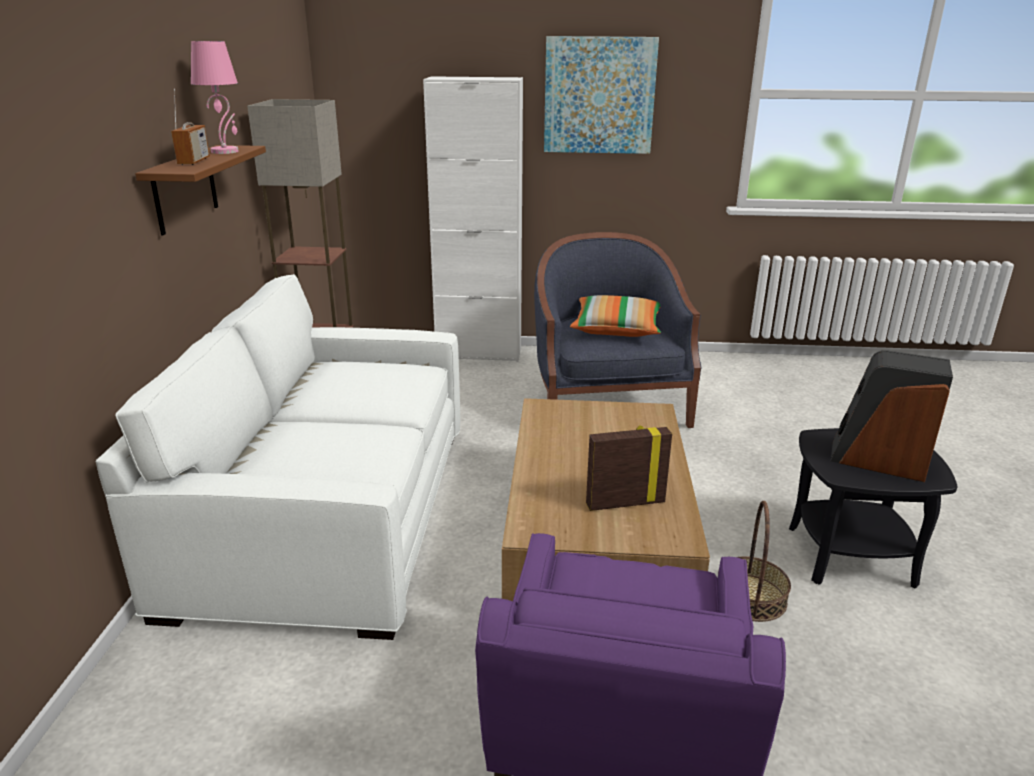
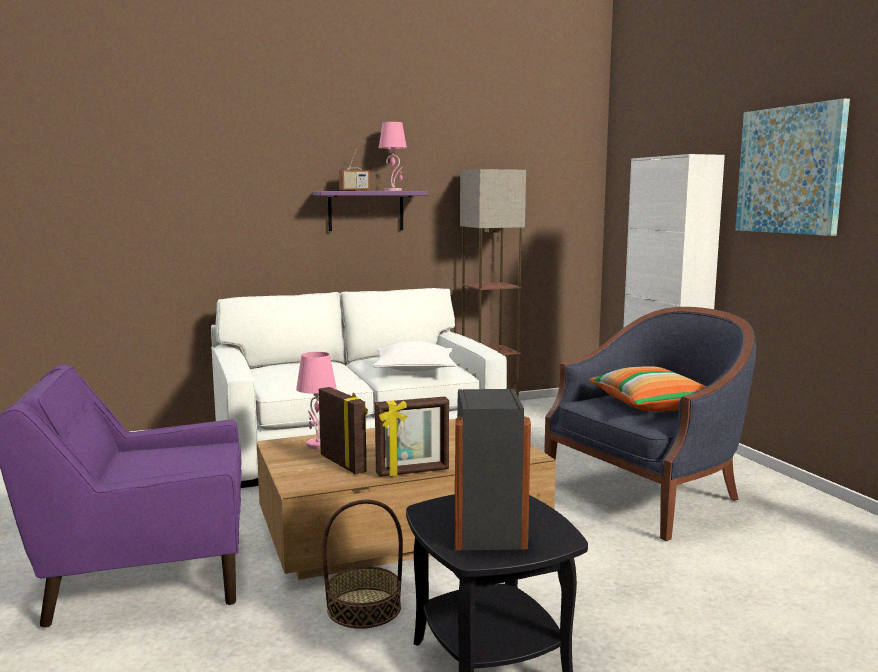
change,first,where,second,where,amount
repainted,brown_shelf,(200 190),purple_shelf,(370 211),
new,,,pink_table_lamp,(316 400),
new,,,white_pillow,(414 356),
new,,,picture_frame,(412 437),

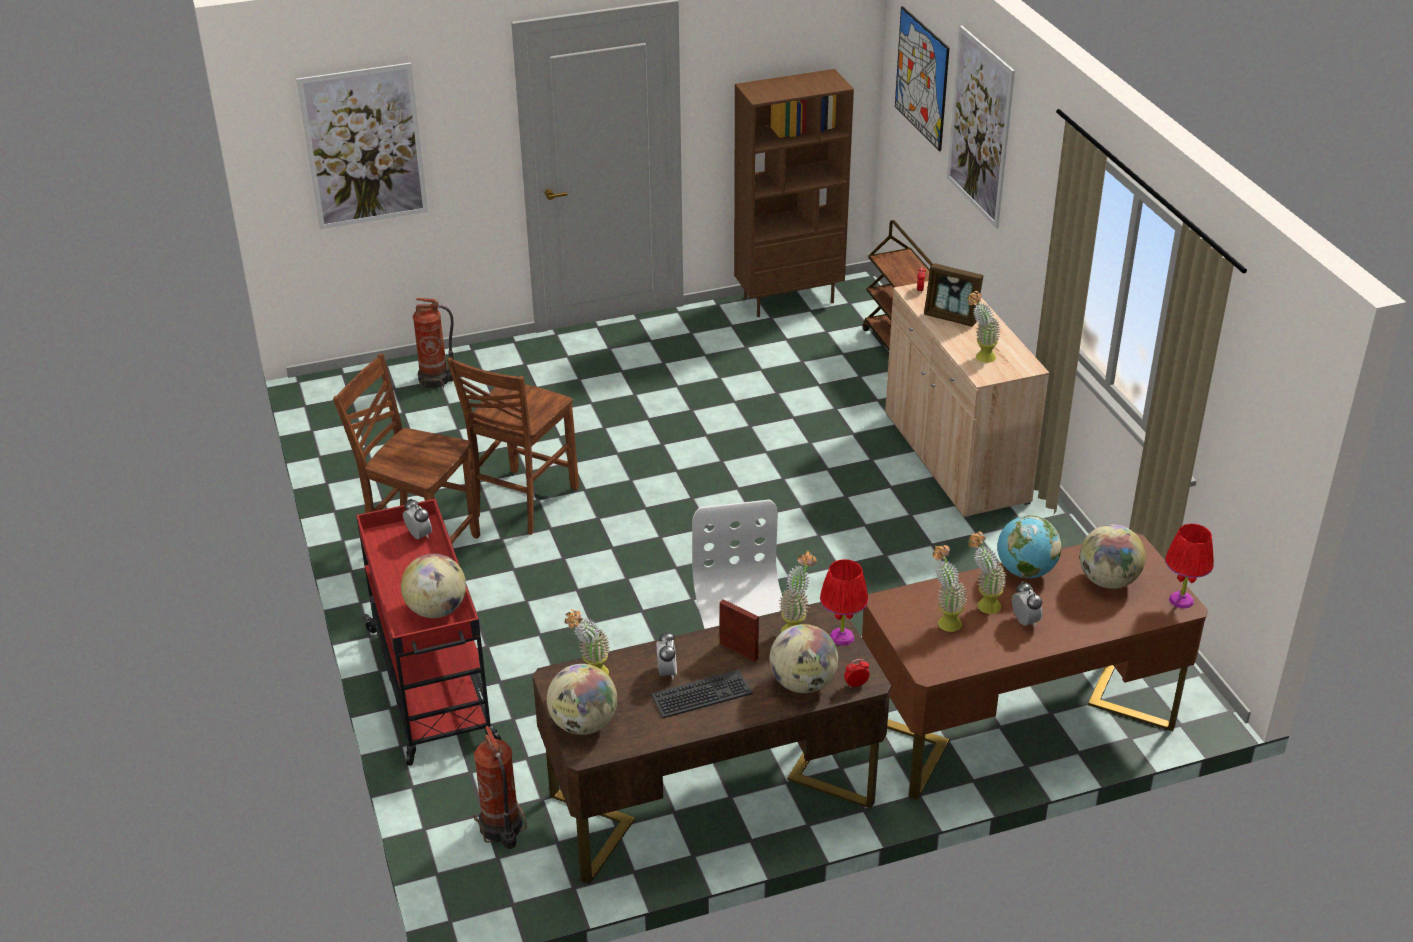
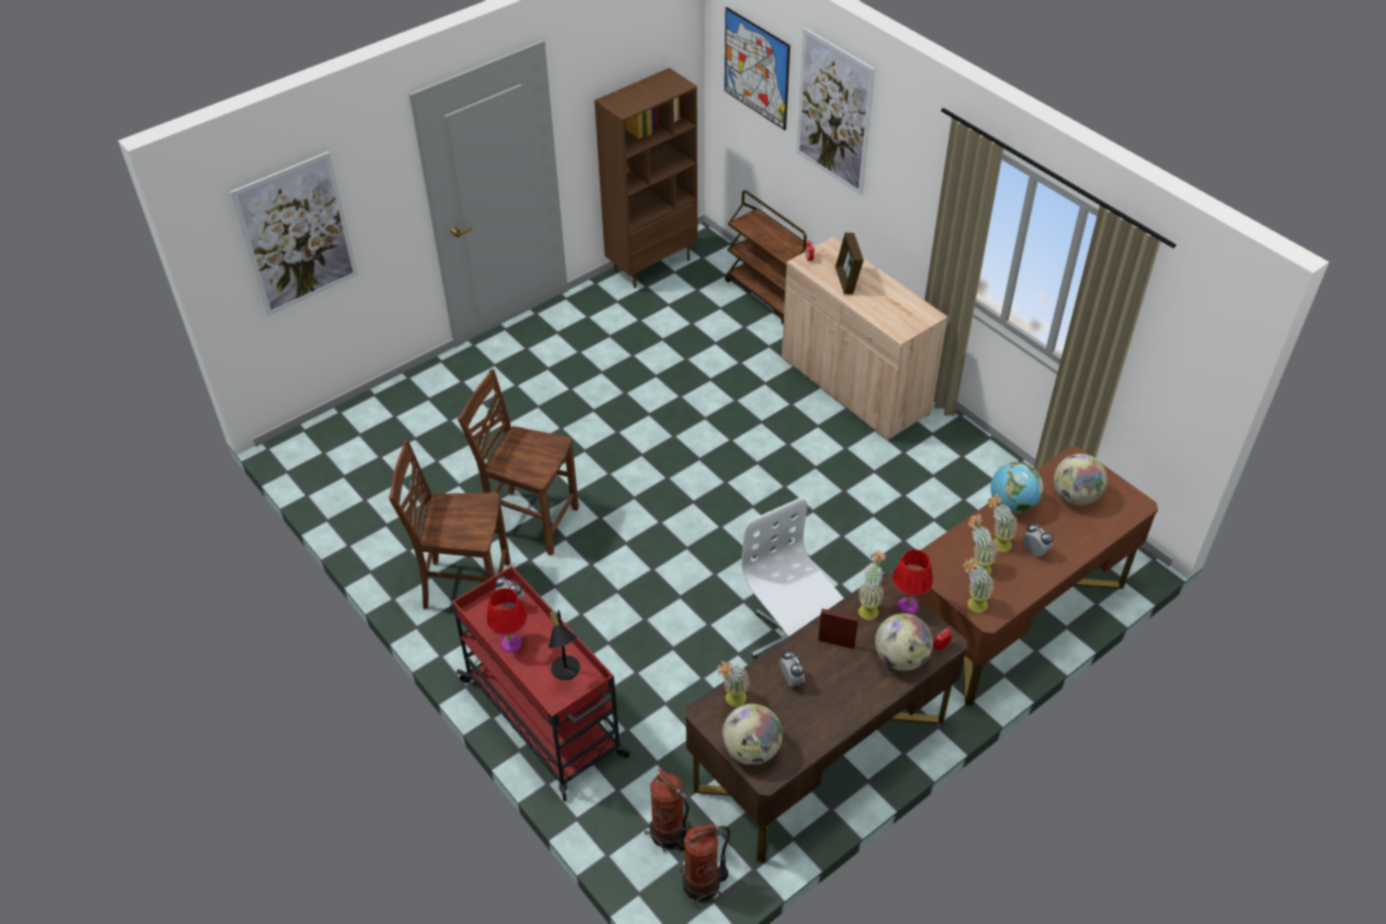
change,first,where,second,where,amount
swapped,globe,(433 586),black_table_lamp,(564 644),
shifted,fire_extinguisher,(433 343),,(705 864),
rotated,brown_chair,(513 446),,(518 462),105 degrees clockwise
gone,keyboard,(702 694),,,
rotated,picture_frame,(953 295),,(849 264),75 degrees clockwise
shifted,potted_plant,(984 327),,(978 584),
shifted,red_table_lamp,(1189 566),,(506 620),

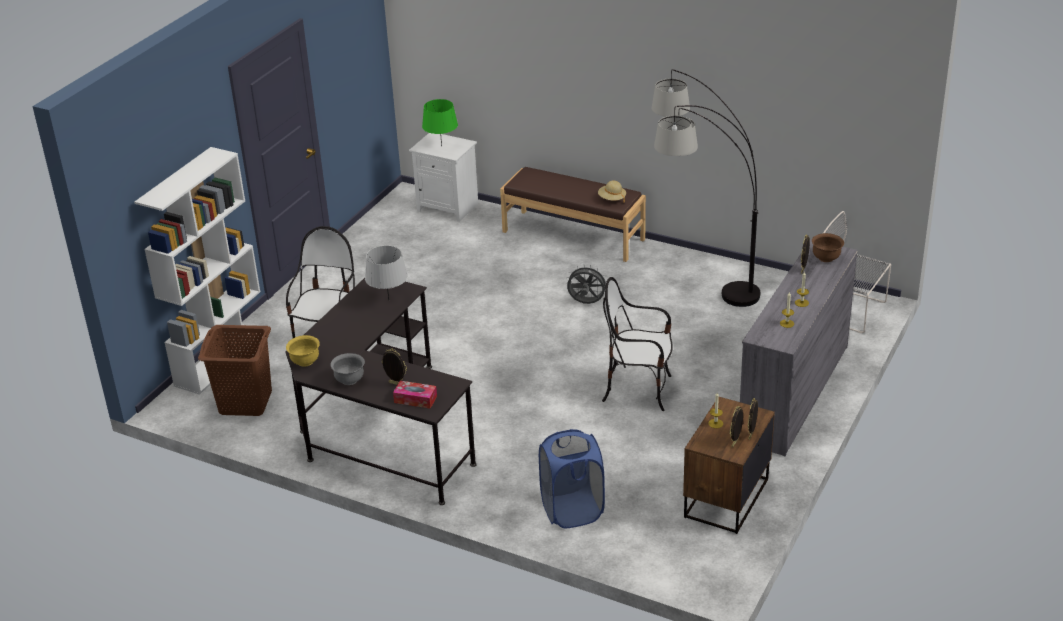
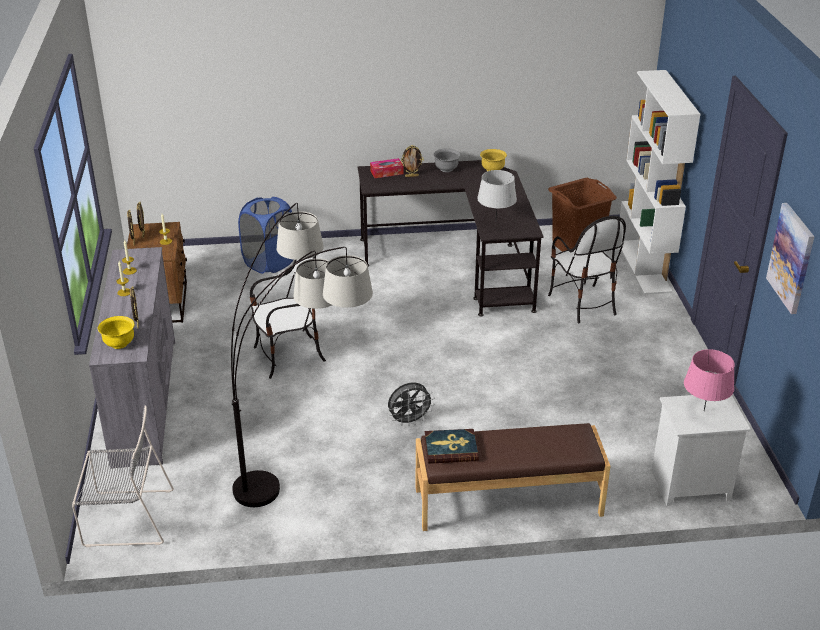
change,first,where,second,where,amount
repainted,green_table_lamp,(440 123),pink_table_lamp,(709 380),
swapped,beige_hat,(612 191),book,(451 446),
repainted,brown_bowl,(828 247),yellow_bowl,(116 332),
new,,,picture,(790 258),

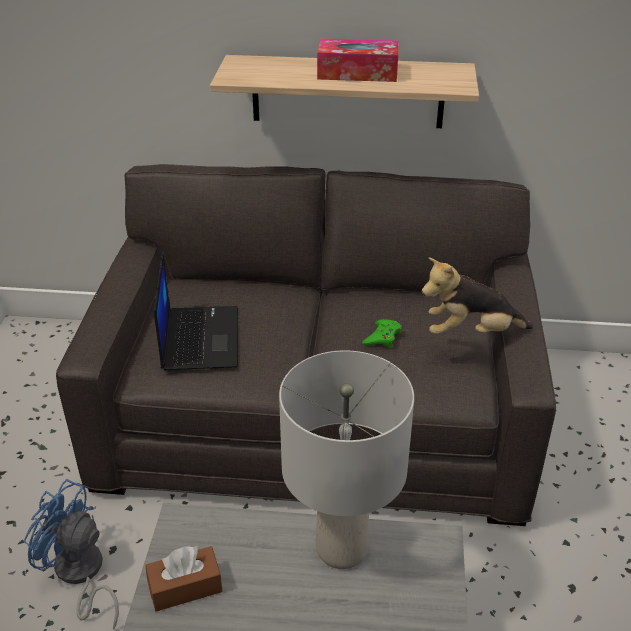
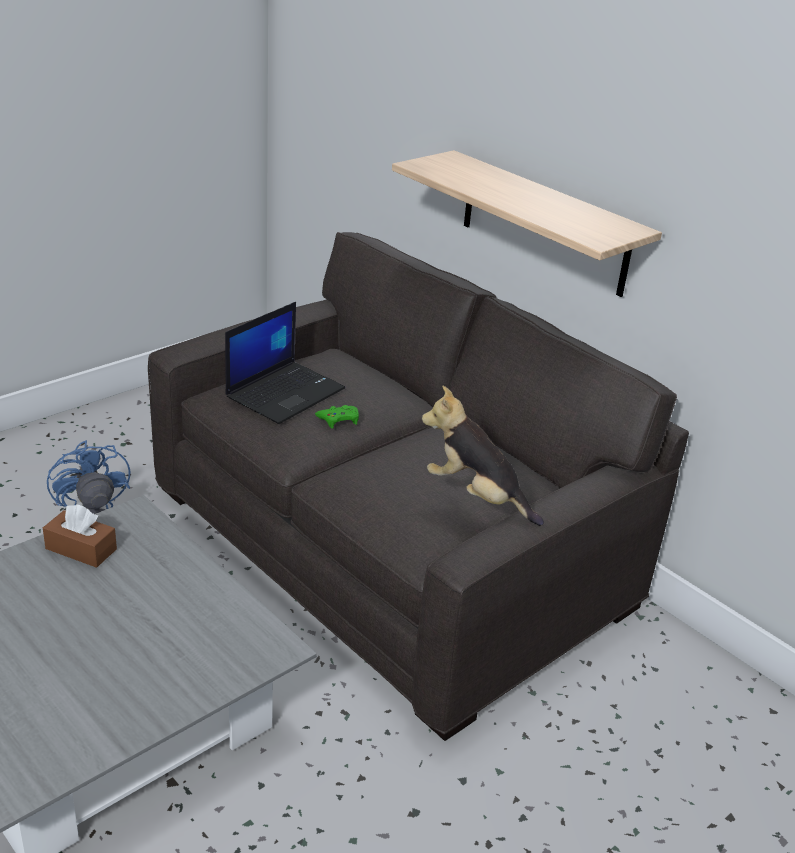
change,first,where,second,where,amount
gone,grey_table_lamp,(346 459),,,
gone,tissue_box,(357 60),,,
shifted,green_game_controller,(382 333),,(337 416),

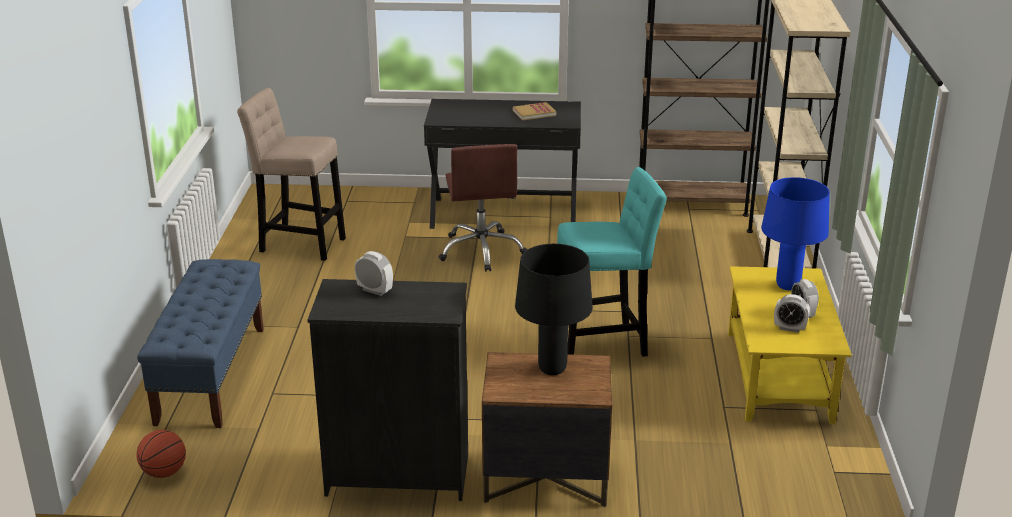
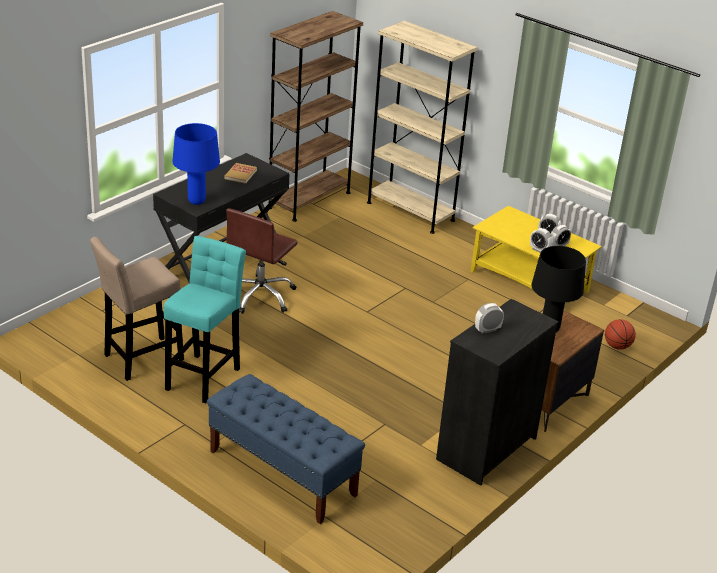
change,first,where,second,where,amount
shifted,basketball,(161 454),,(620 334),
rotated,brown_office_chair,(483 208),,(262 261),90 degrees clockwise
shifted,turquoise_stool,(612 262),,(204 319),
shifted,blue_table_lamp,(795 233),,(196 164),
new,,,alarm_clock,(541 240),

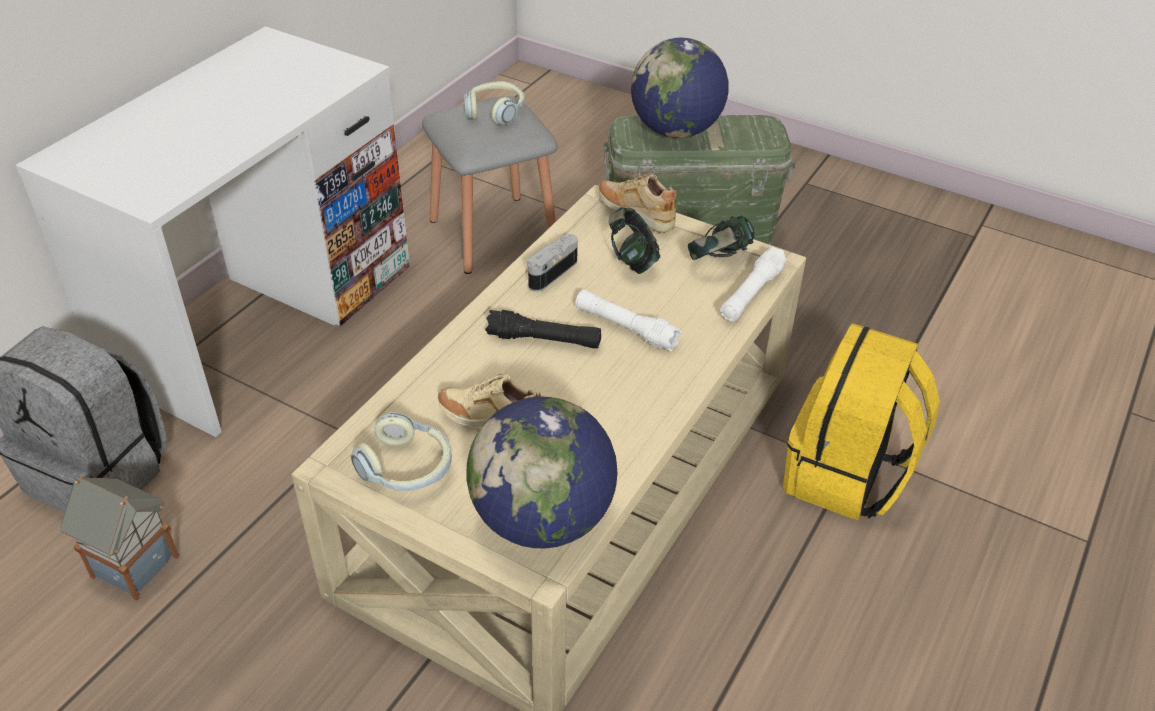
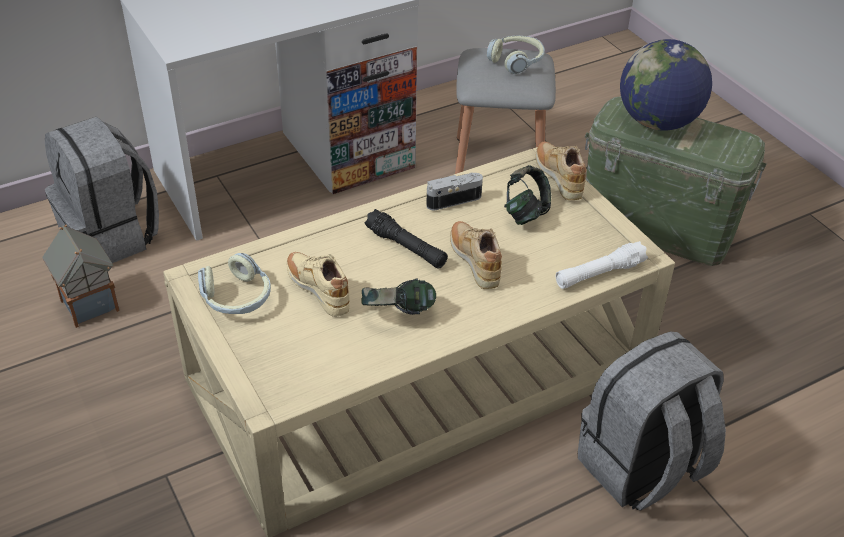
change,first,where,second,where,amount
gone,globe,(542 472),,,
swapped,white_flashlight,(628 320),beige_shoe,(476 255),
shifted,headphones,(721 238),,(398 297),
repainted,yellow_backpack,(861 422),grey_backpack,(652 420),

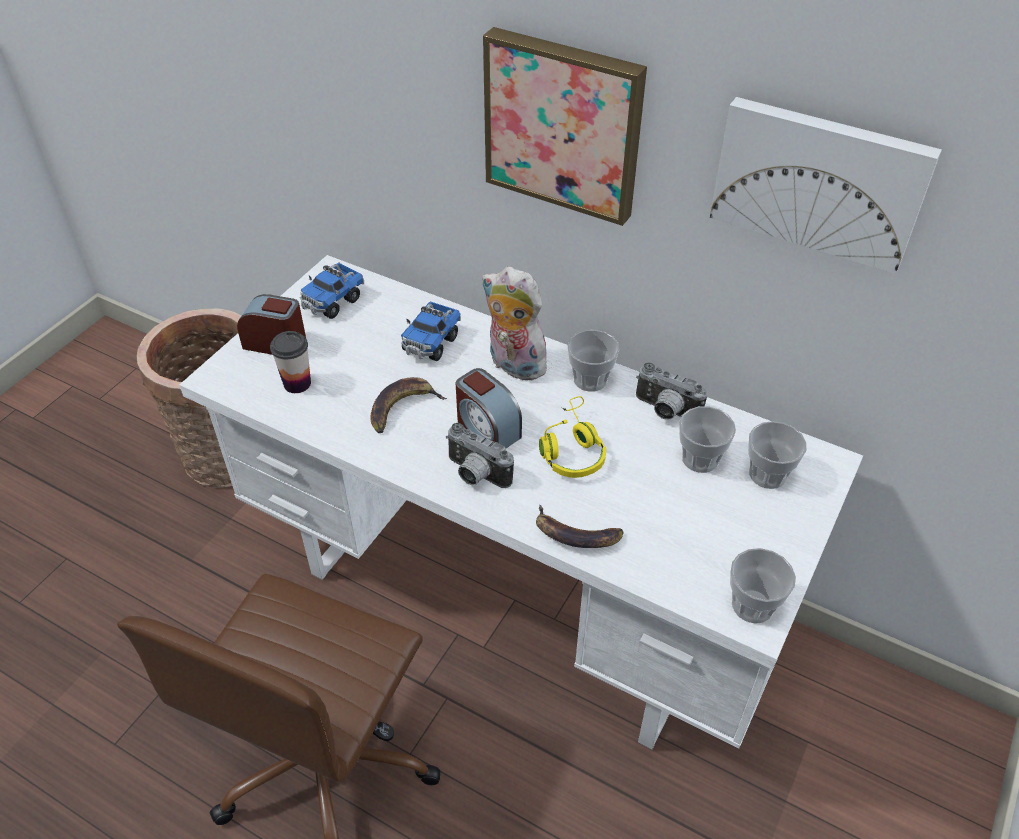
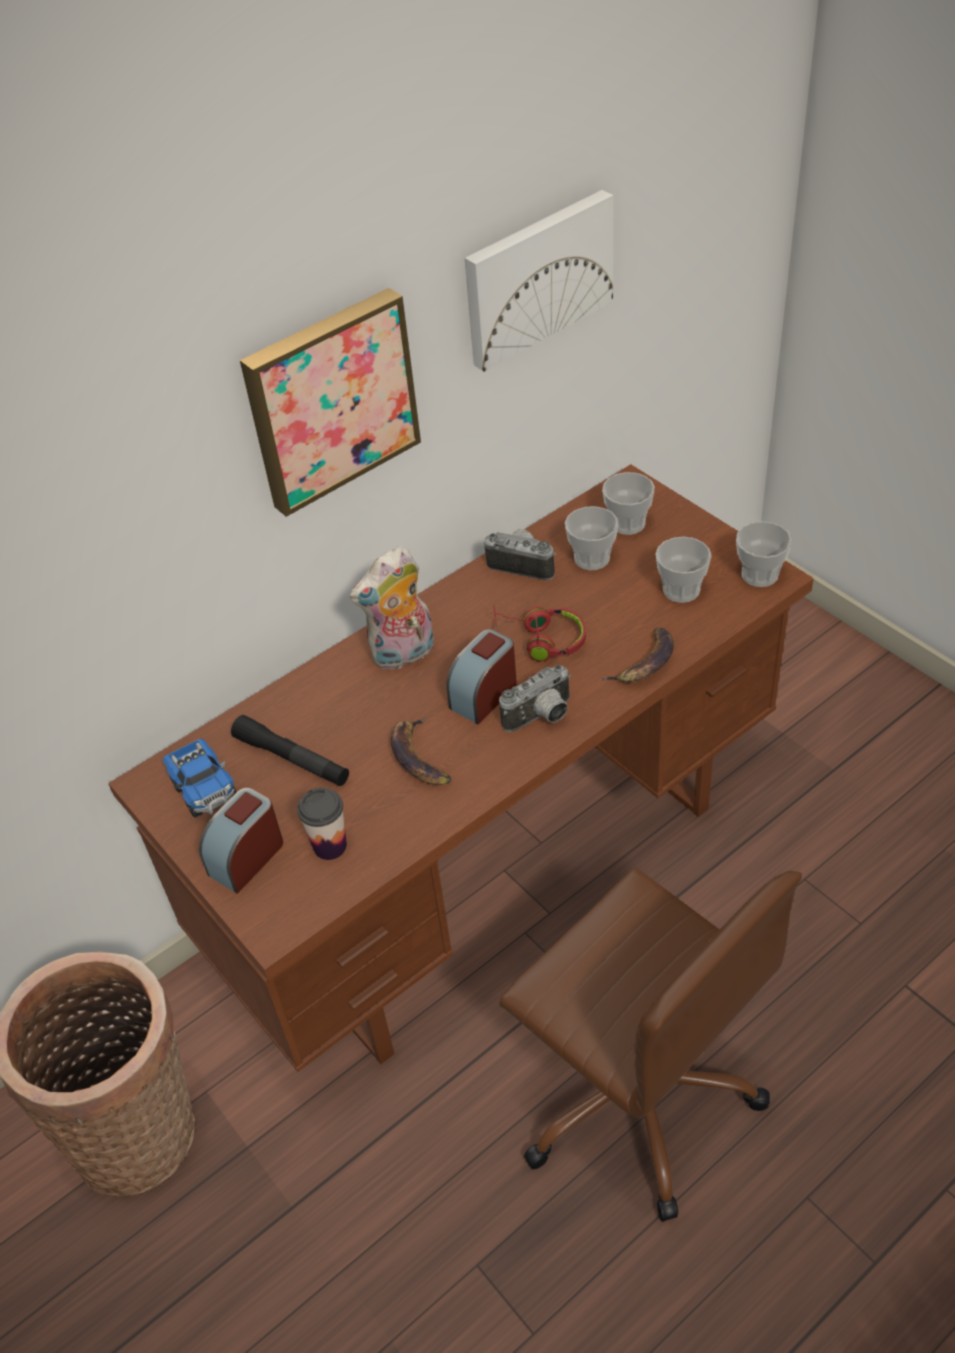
change,first,where,second,where,amount
repainted,white_desk,(521 502),brown_desk,(461 768),
gone,toy_truck,(431 331),,,
rotated,alarm_clock,(489 408),,(481 677),150 degrees clockwise
repainted,yellow_headphones,(572 437),red_headphones,(540 633),
shifted,cup,(593 361),,(683 570),
rotated,photo_camera,(671 391),,(520 554),120 degrees counterclockwise
new,,,black_flashlight,(290 750),

